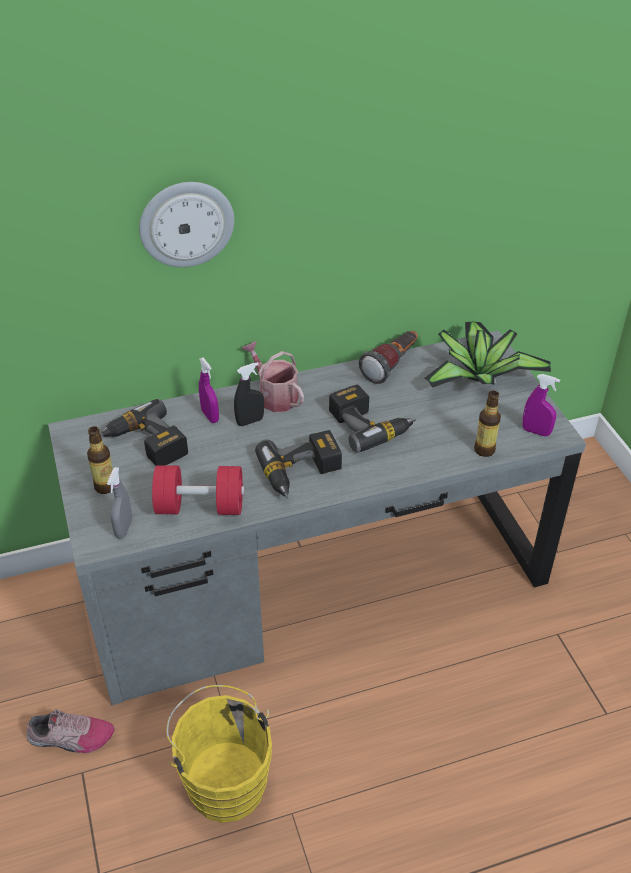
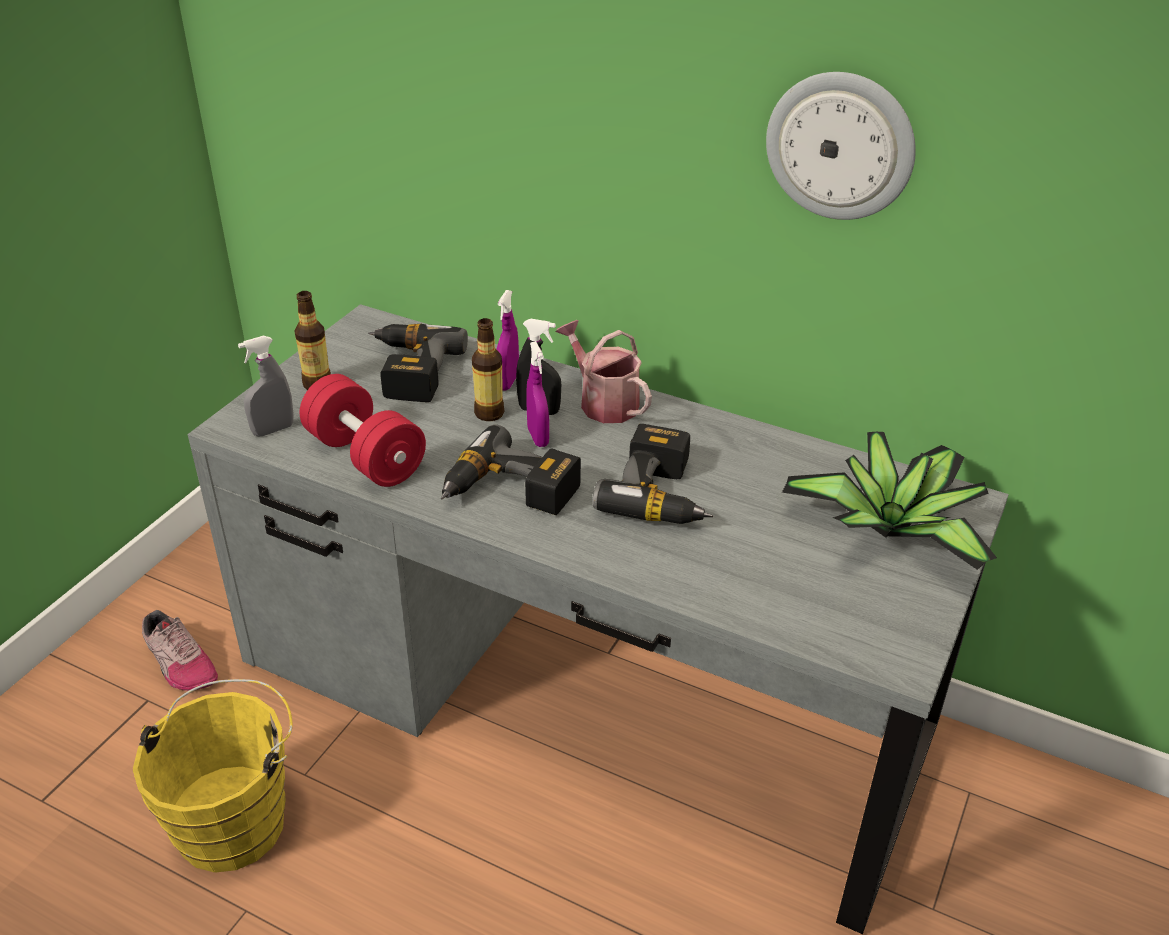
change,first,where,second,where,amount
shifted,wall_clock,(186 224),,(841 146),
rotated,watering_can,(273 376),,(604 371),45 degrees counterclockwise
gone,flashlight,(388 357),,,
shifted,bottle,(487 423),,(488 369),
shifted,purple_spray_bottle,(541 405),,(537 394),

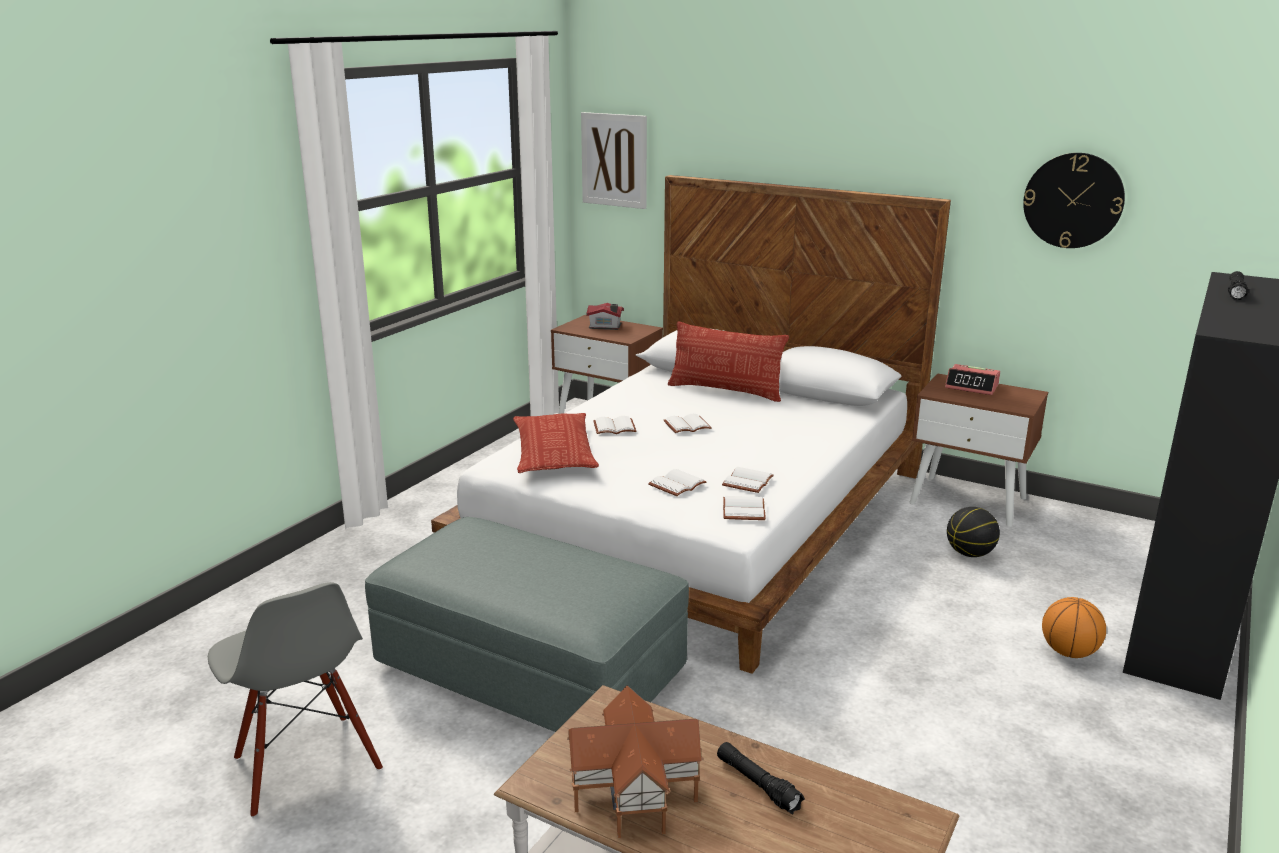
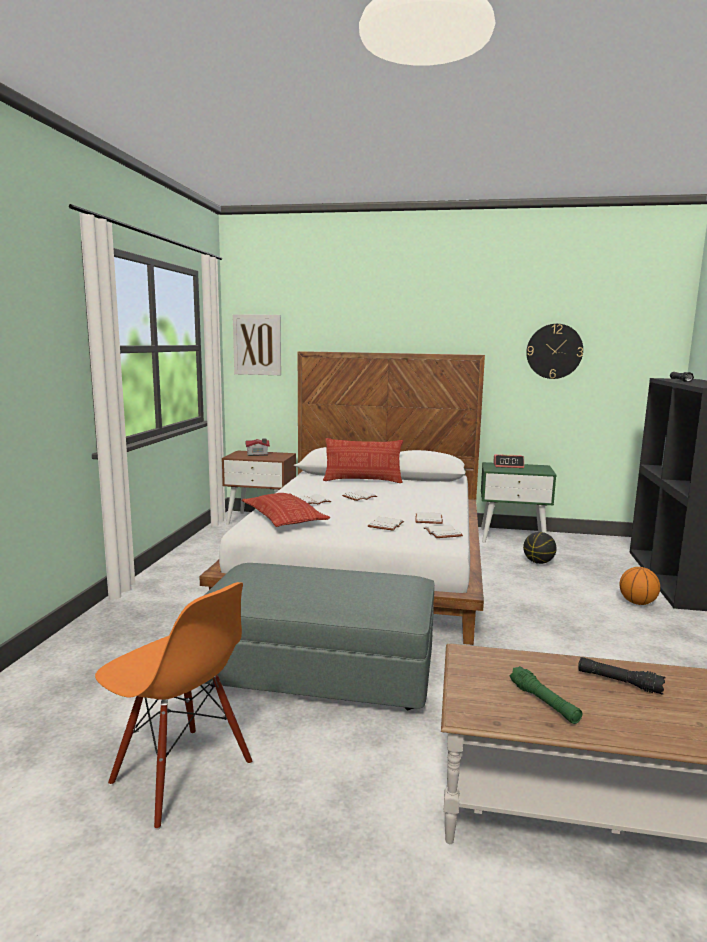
change,first,where,second,where,amount
repainted,grey_chair,(295 700),orange_chair,(173 706),
swapped,toy_house,(635 761),green_flashlight,(546 695),
repainted,brown_nightstand,(978 450),green_nightstand,(518 502),

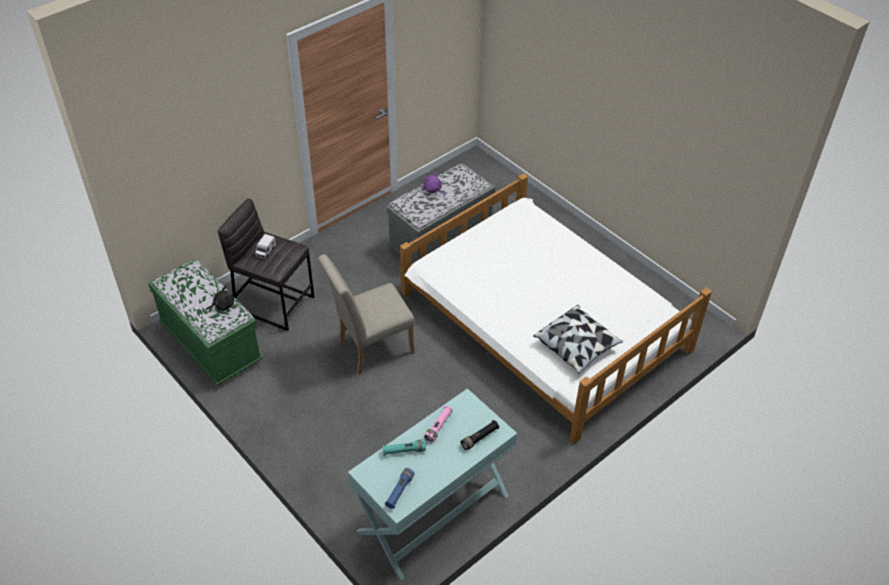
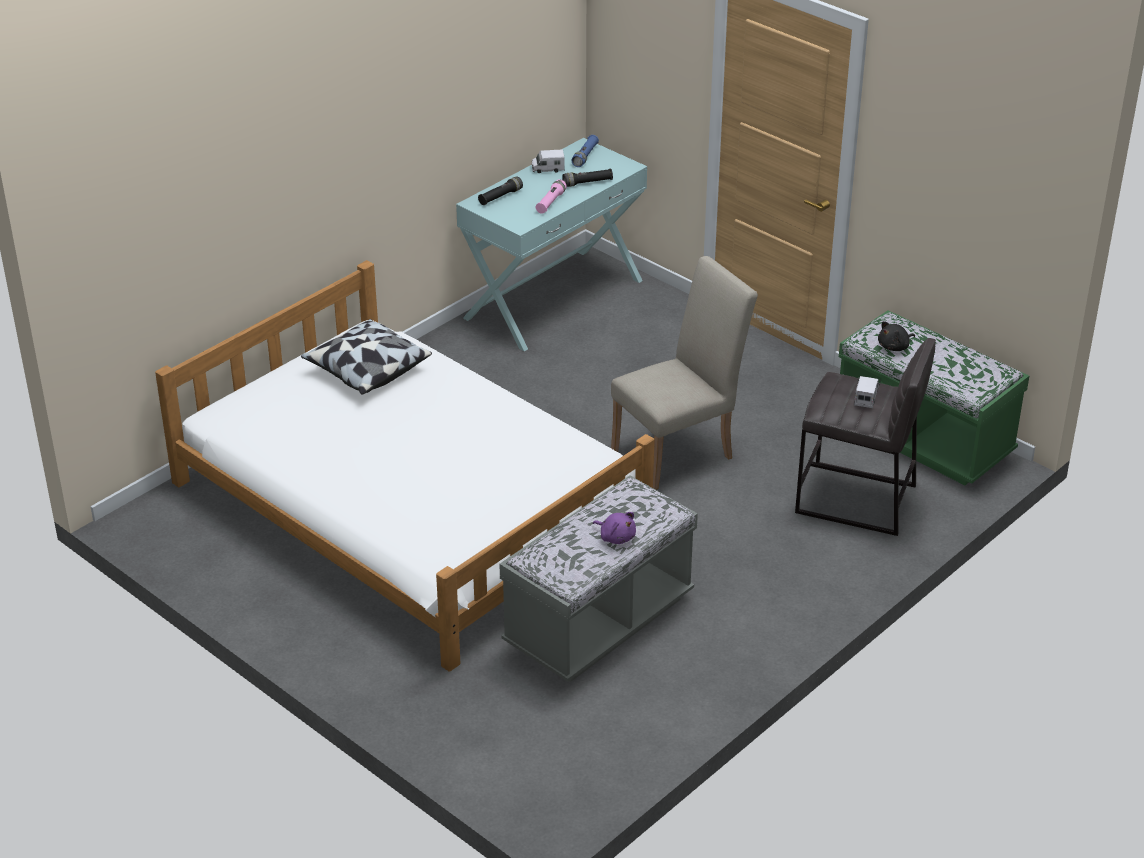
change,first,where,second,where,amount
repainted,turquoise_flashlight,(404 448),black_flashlight,(587 177),
new,,,toy_truck,(548 161),

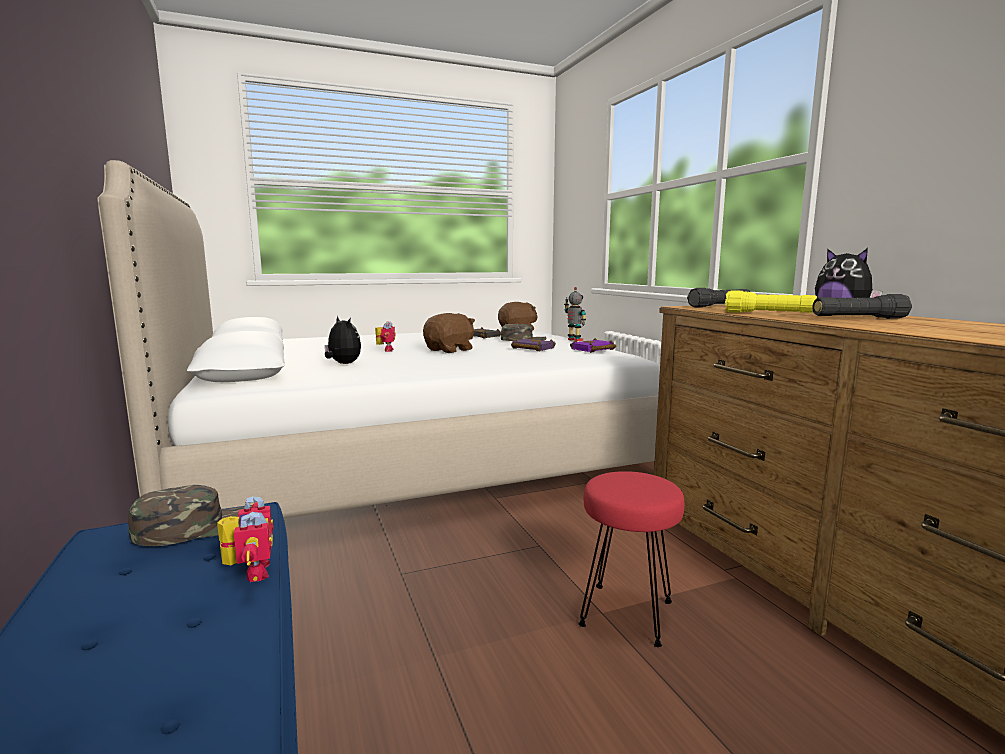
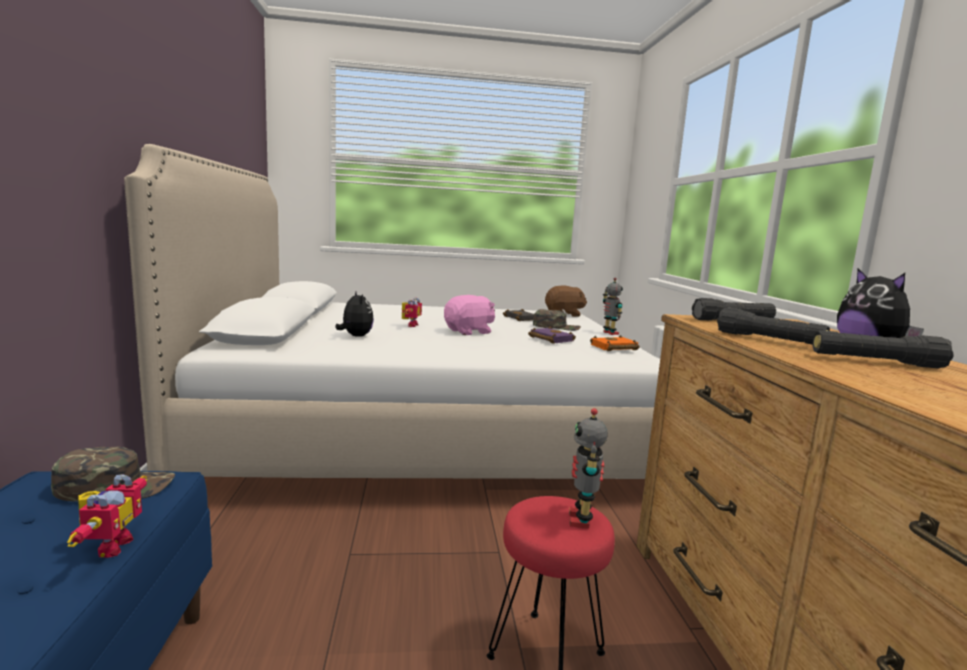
change,first,where,second,where,amount
repainted,brown_plush_toy,(449 333),pink_plush_toy,(469 315),
repainted,purple_book,(593 345),orange_book,(615 343),
repainted,yellow_flashlight,(771 301),black_flashlight,(773 326),
new,,,toy_robot,(588 468),

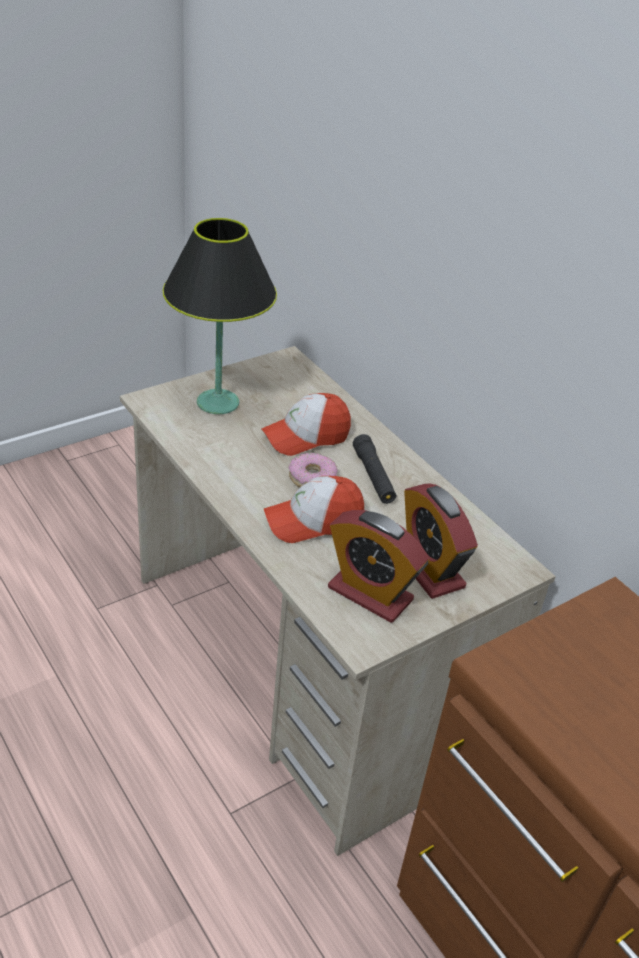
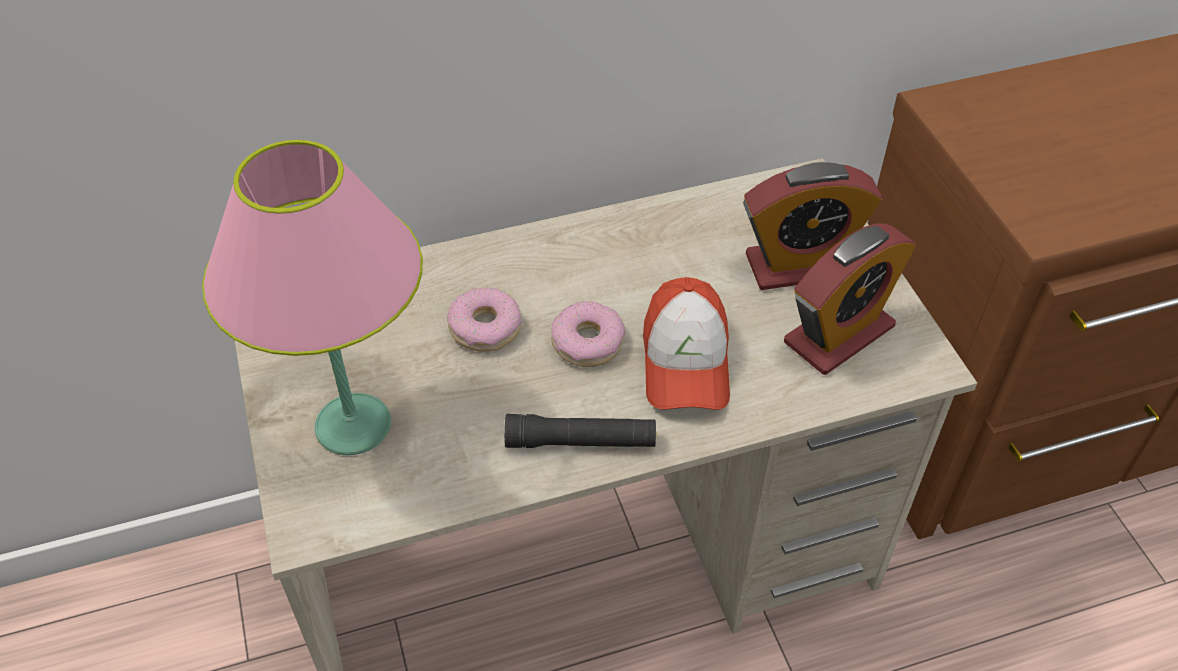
change,first,where,second,where,amount
repainted,black_table_lamp,(220 316),pink_table_lamp,(312 297),
swapped,cap,(306 424),donut,(484 320),
shifted,black_flashlight,(374 469),,(580 431),

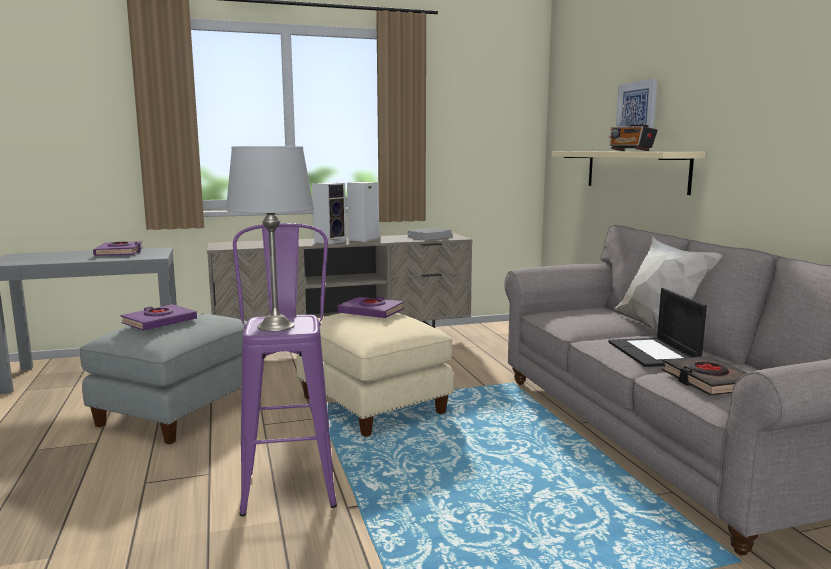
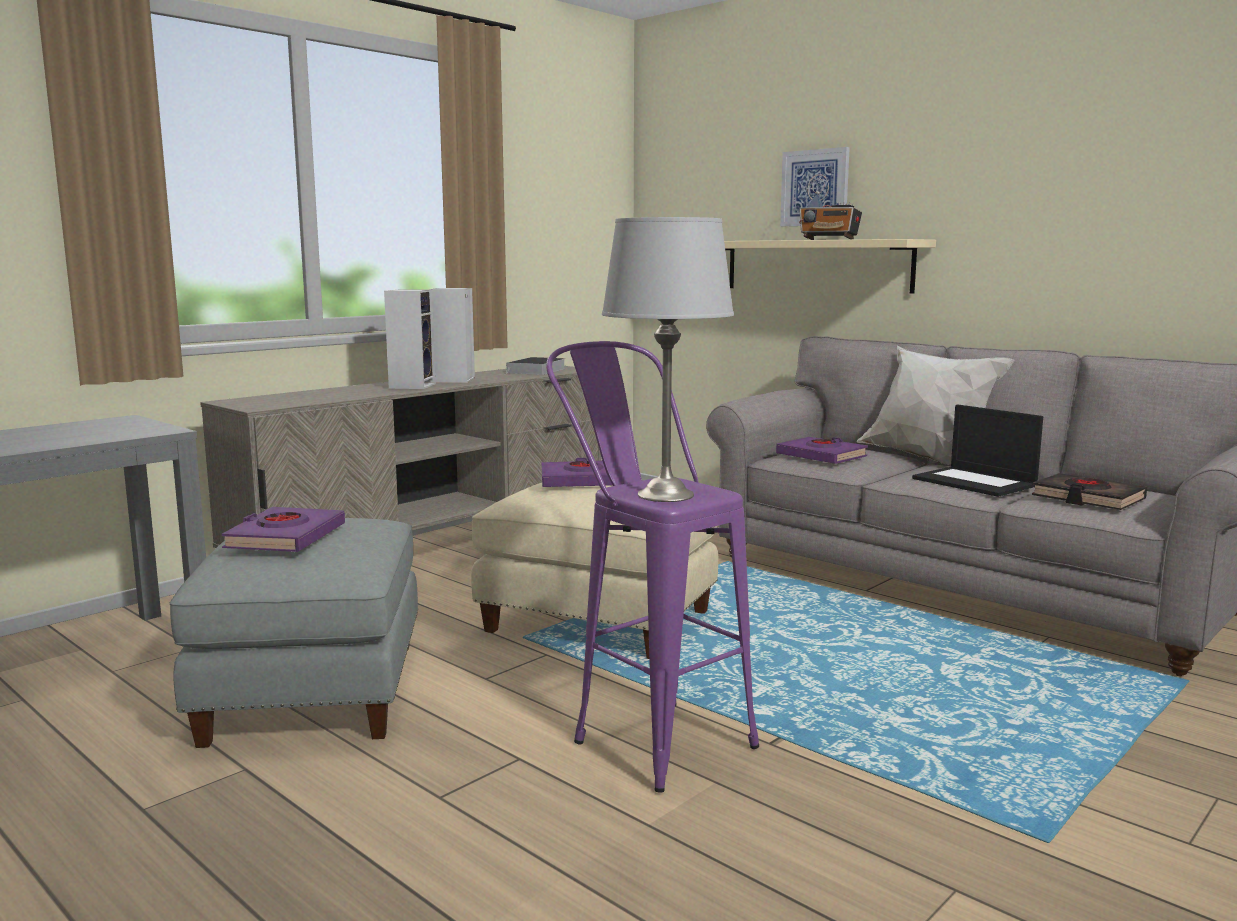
change,first,where,second,where,amount
shifted,purple_book,(118 248),,(822 450),

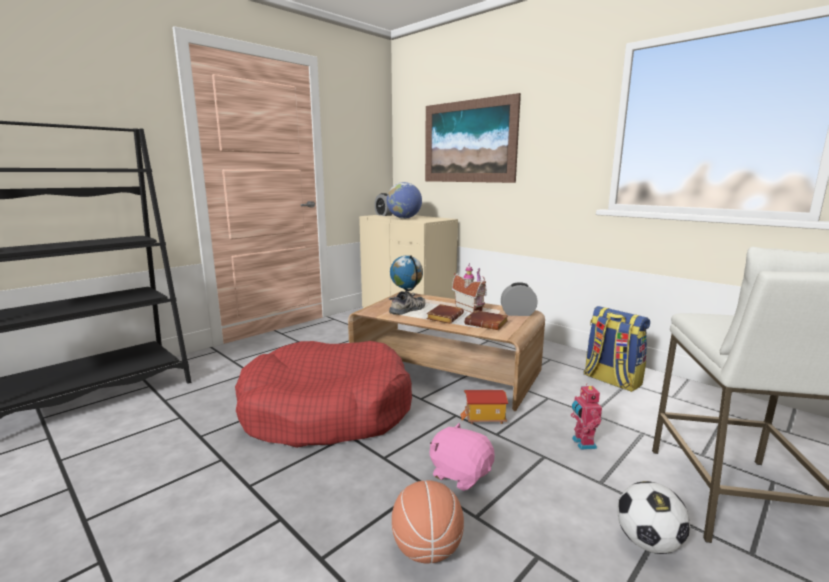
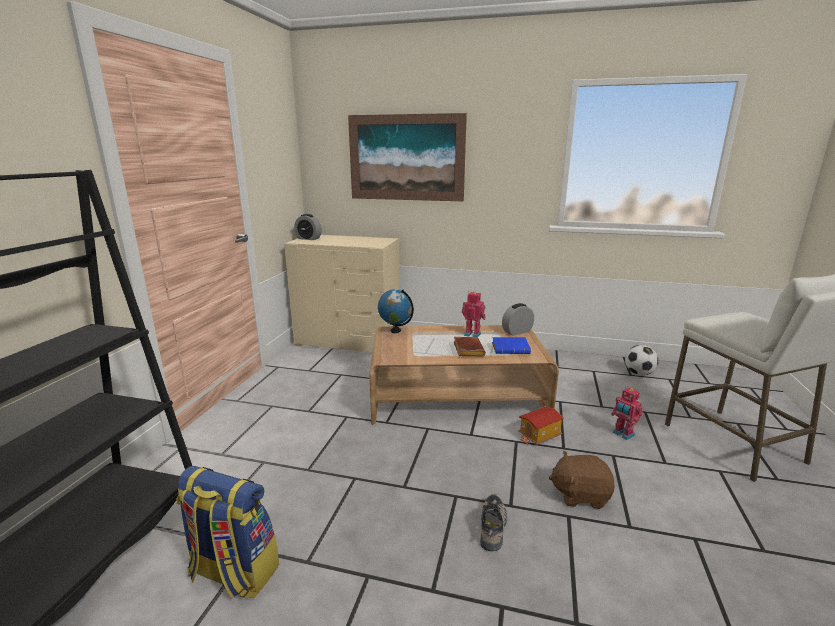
change,first,where,second,where,amount
gone,red_dog_bed,(323 394),,,
gone,globe,(404 200),,,
shifted,shoe,(407 303),,(493 522),
gone,basketball,(428 522),,,
repainted,pink_plush_toy,(462 457),brown_plush_toy,(582 480),
swapped,toy_house,(469 288),toy_robot,(473 314),
repainted,brown_book,(486 320),blue_book,(511 345),
shifted,backpack,(617 349),,(227 532),
shifted,football,(653 517),,(642 360),

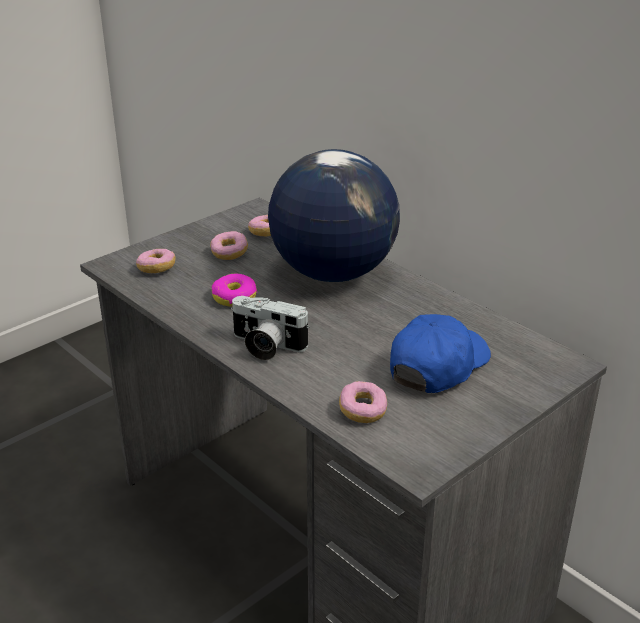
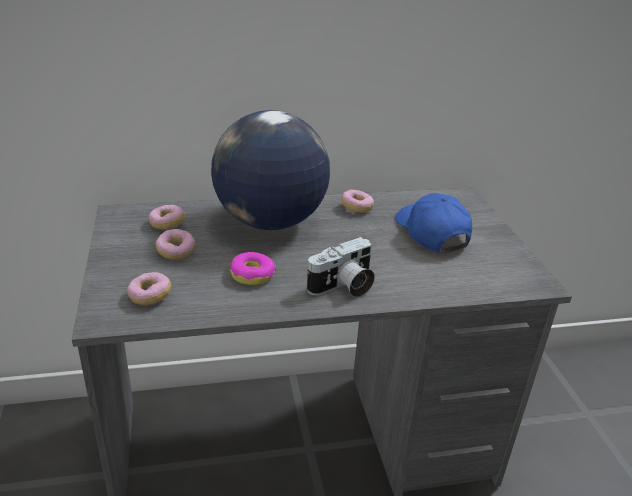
change,first,where,second,where,amount
shifted,donut,(363 402),,(357 201),

